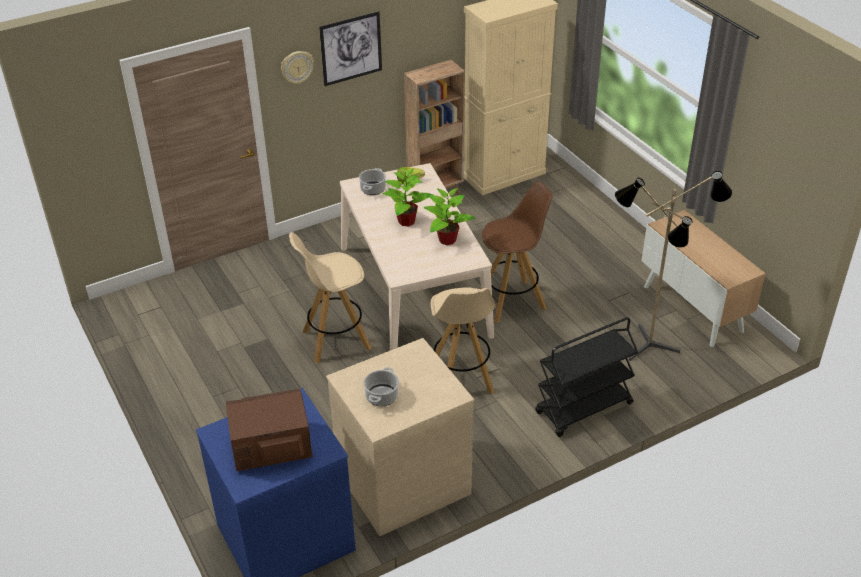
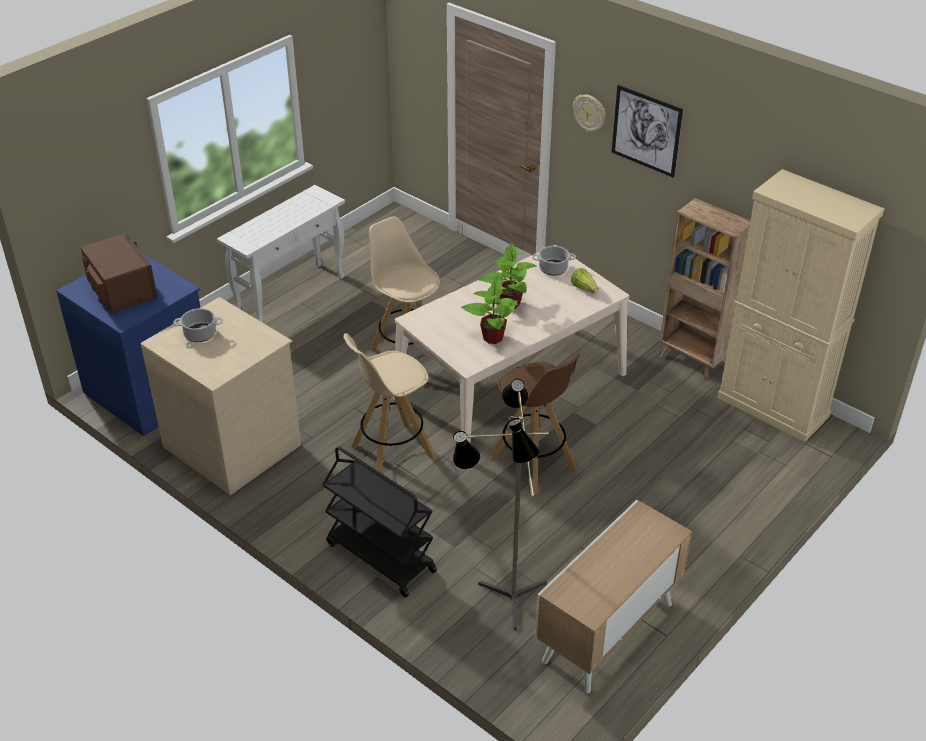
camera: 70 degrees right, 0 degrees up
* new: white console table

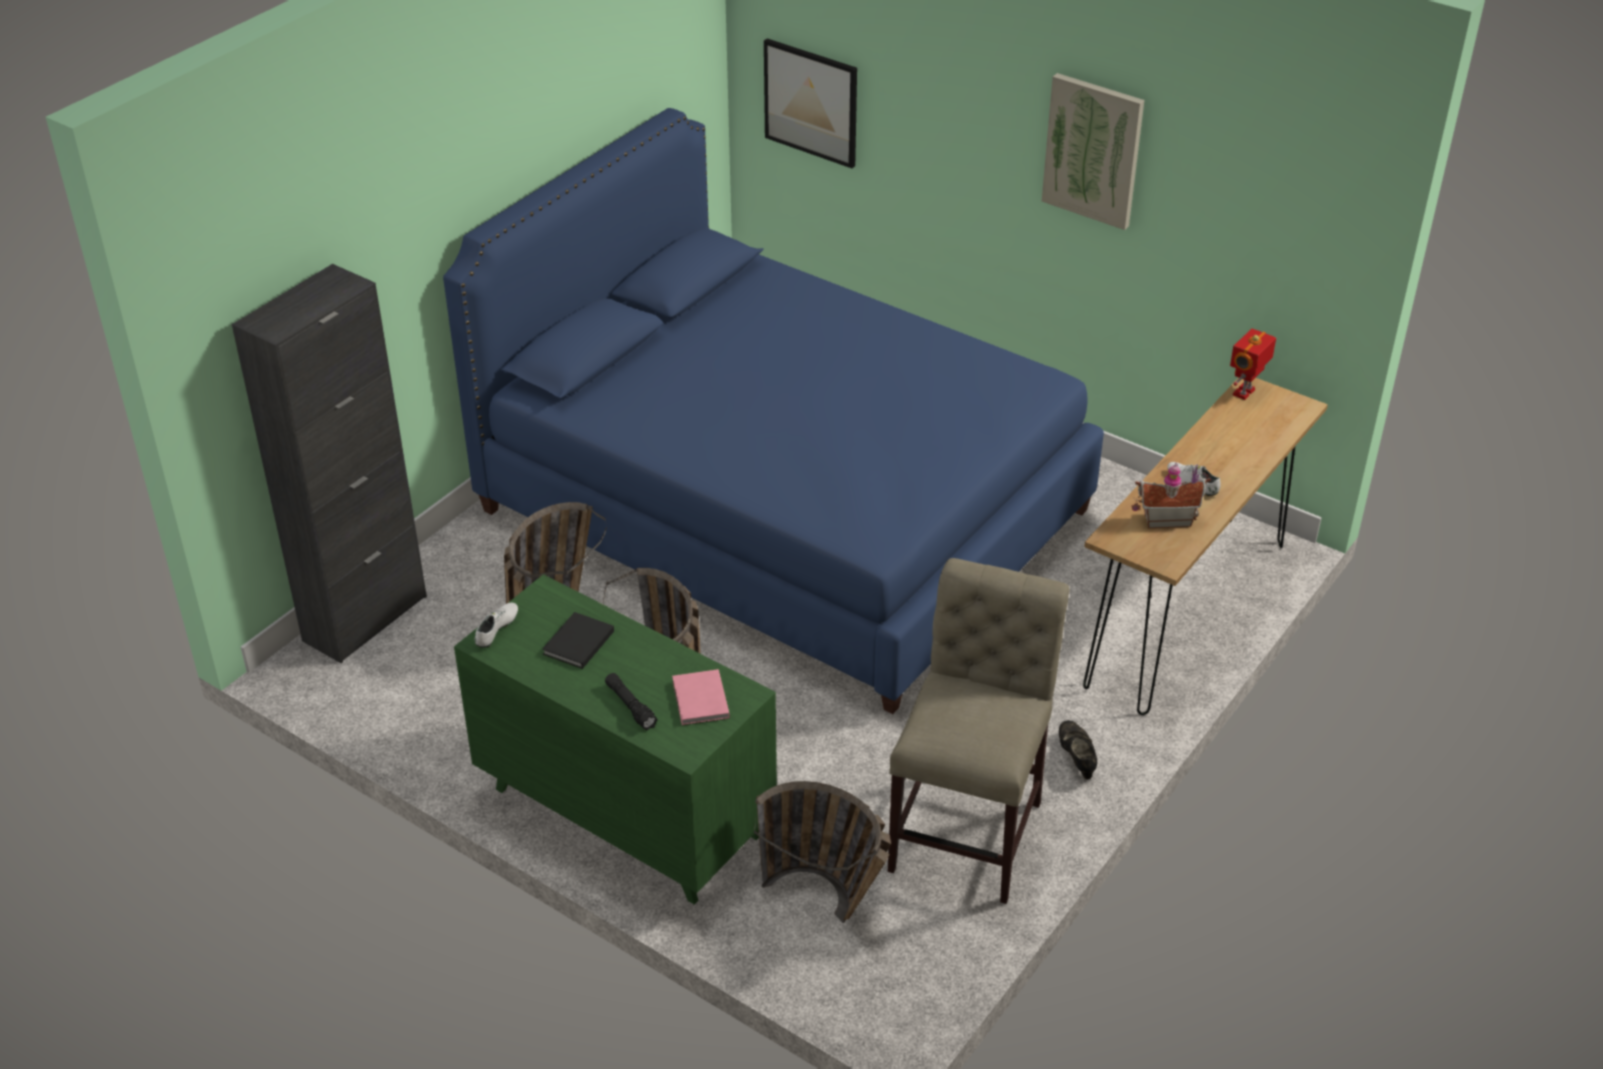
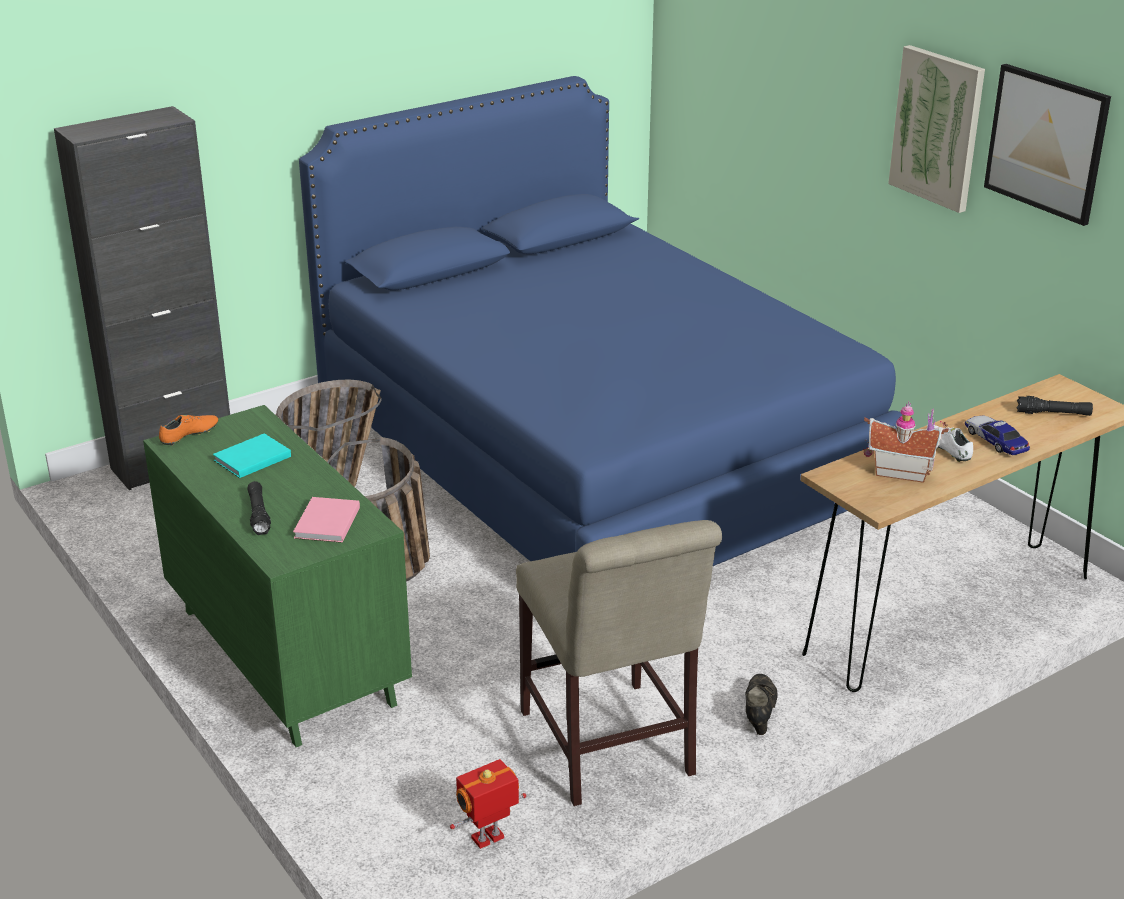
camera: 20 degrees right, 10 degrees down
* gone: household basket (no. 3 from left)
* new: miniature car
* new: blackish flashlight (no. 2 from left)
* shifted: wall art (no. 1 from left in the first image) to wall art (no. 2 from left)
* shifted: toy robot
* repainted: white item of footwear (no. 1 from left) to orange item of footwear
* repainted: blackish book to turquoise-coloured book
* rotated: beige upright chair 120 degrees clockwise

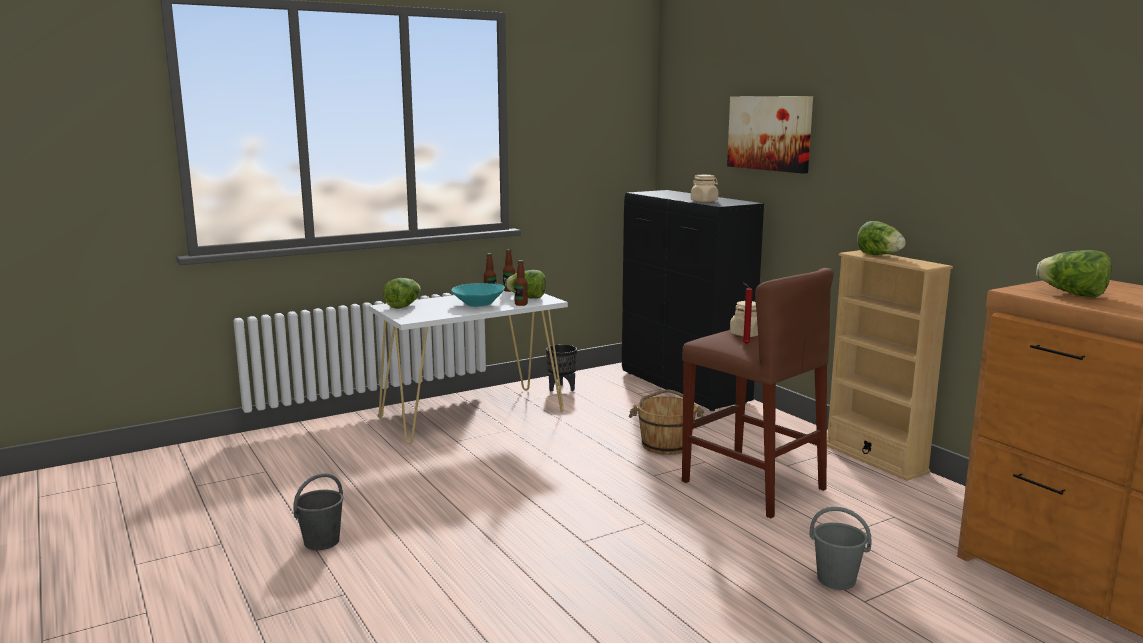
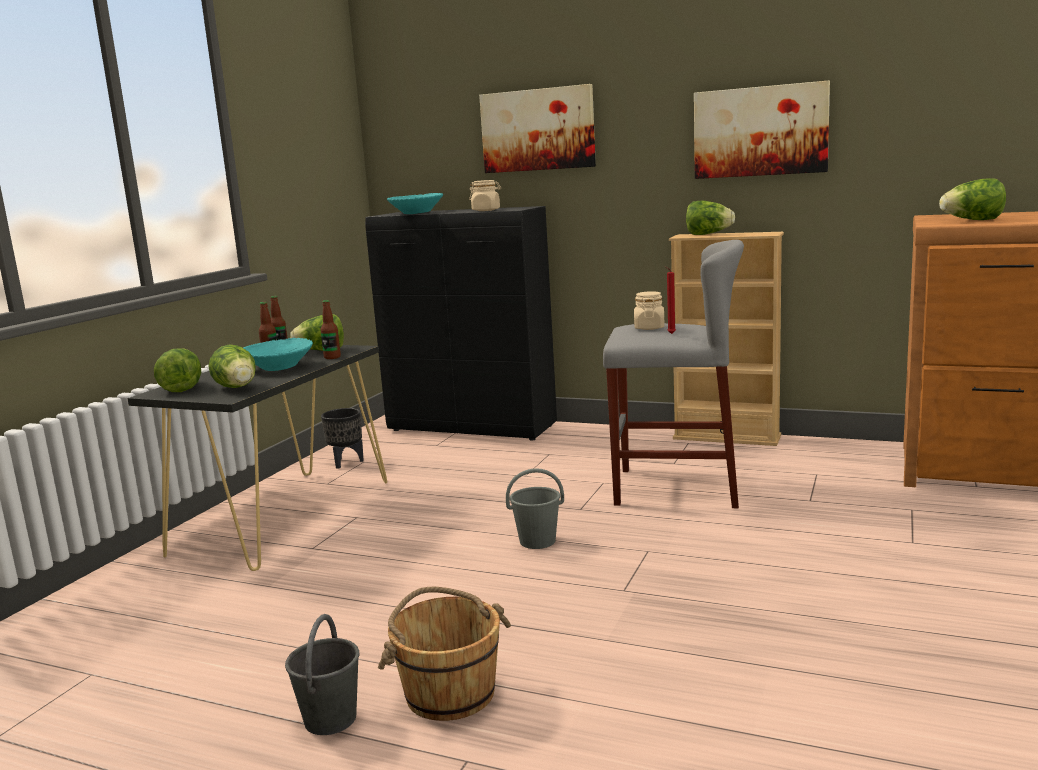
camera: 35 degrees left, 0 degrees up
* new: head of lettuce (no. 2 from left)
* new: turquoise-coloured deep dish (no. 2 from left)
* new: wall art (no. 2 from left)
* shifted: brown pail
* shifted: gray pail (no. 2 from left)
* repainted: white console table to blackish console table
* repainted: brown sitting stool to gray sitting stool

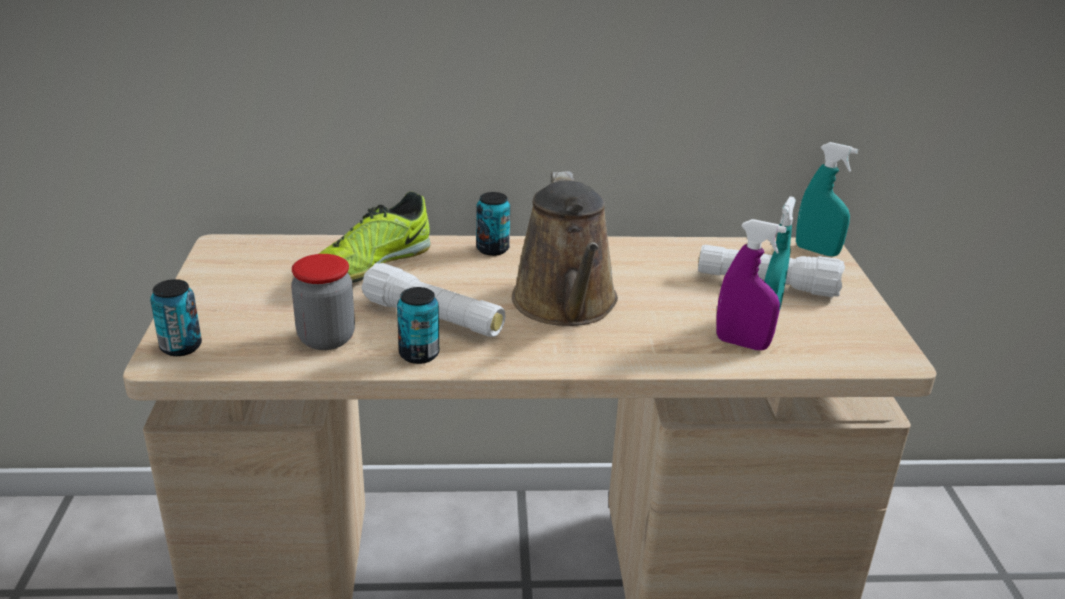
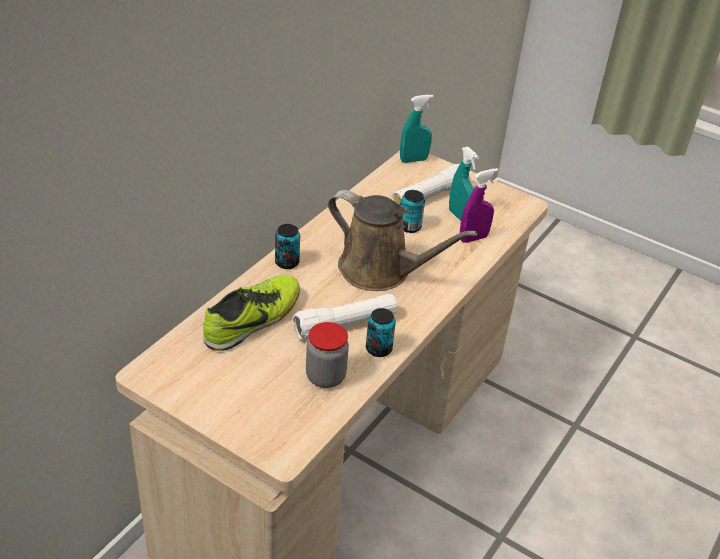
camera: 55 degrees left, 10 degrees up
* shifted: sealed can (no. 1 from left in the first image) to sealed can (no. 3 from left)
* rotated: item of footwear 120 degrees counterclockwise

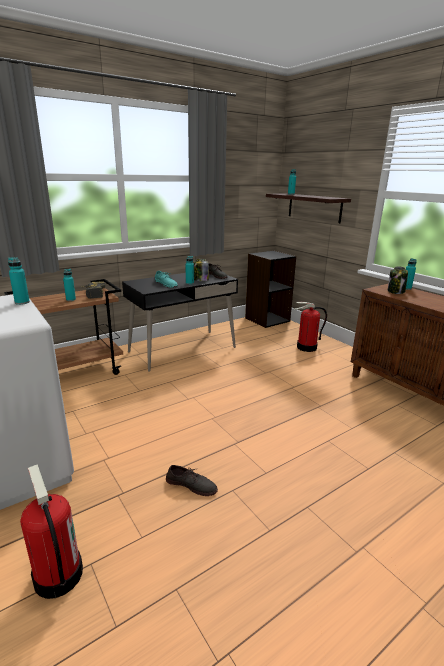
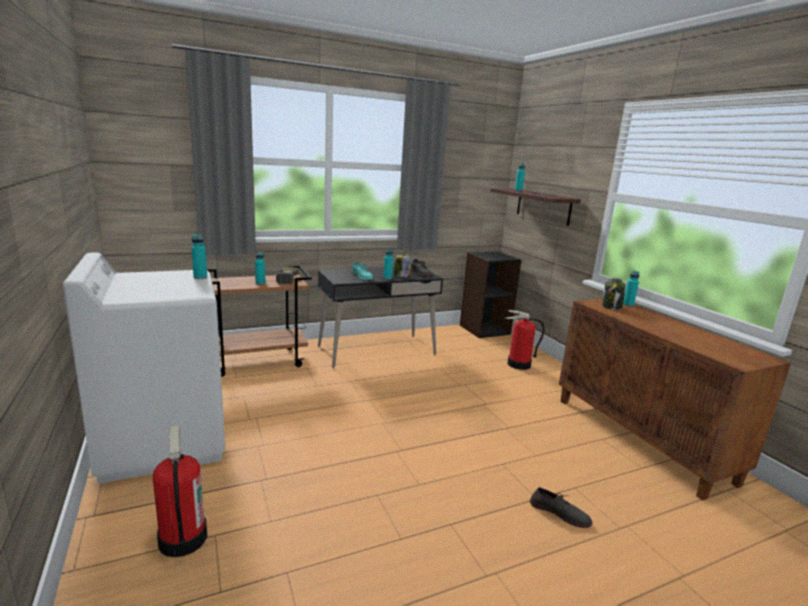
camera: 10 degrees right, 5 degrees down
* shifted: gray item of footwear (no. 1 from left in the first image) to gray item of footwear (no. 2 from left)

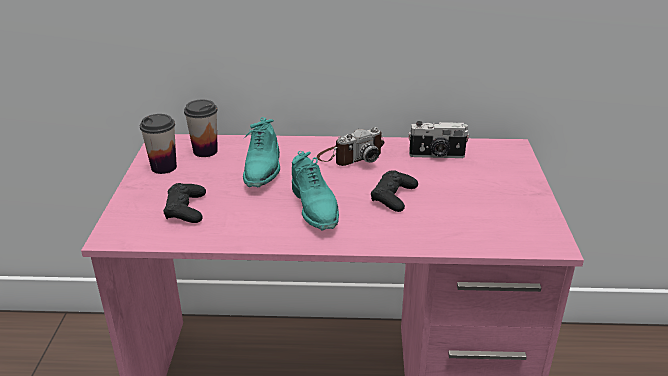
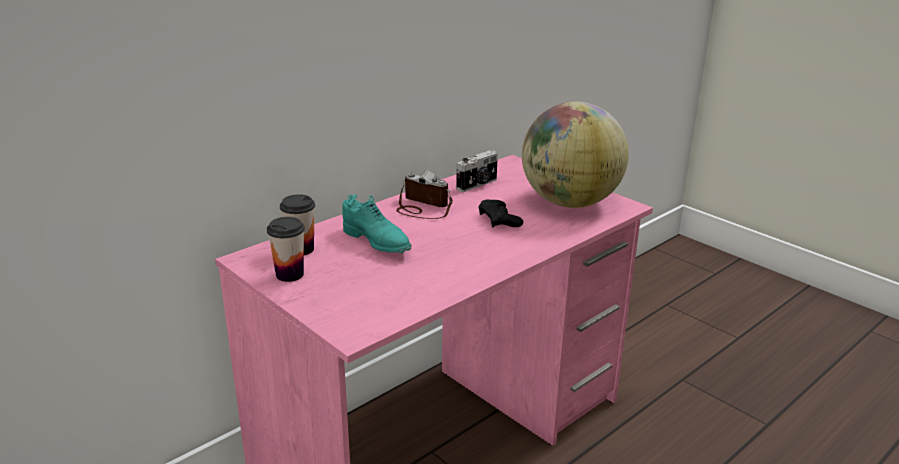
camera: 45 degrees left, 5 degrees down
* gone: blackish joypad (no. 1 from left)
* gone: turquoise-coloured item of footwear (no. 2 from left)
* new: globe
* rotated: photo camera (no. 1 from left) 75 degrees counterclockwise

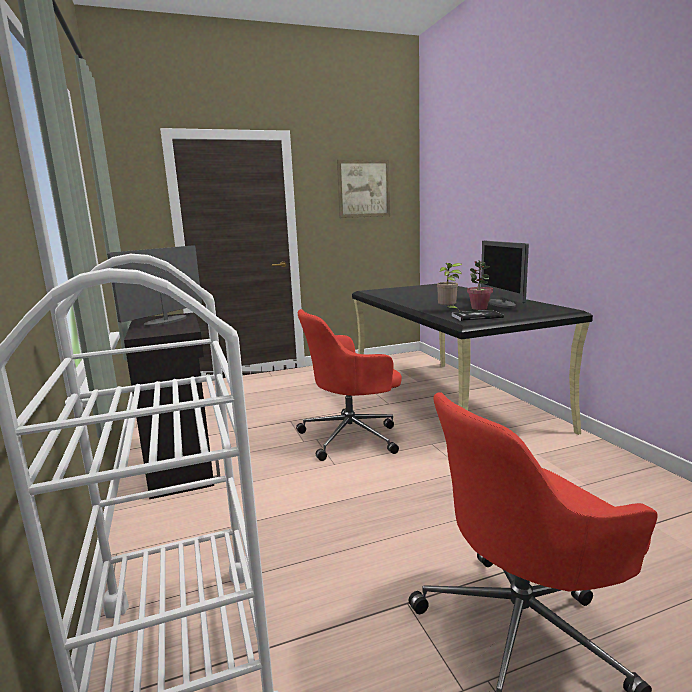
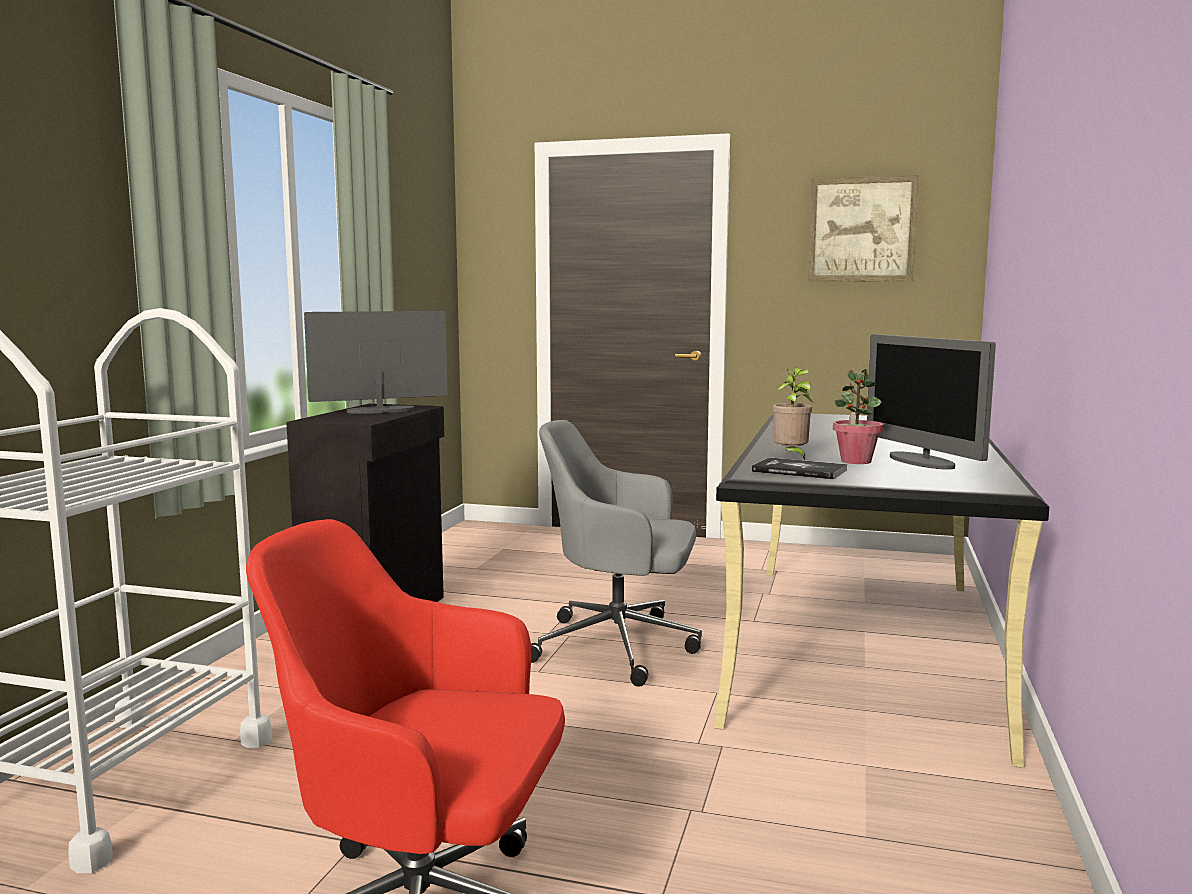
camera: 35 degrees right, 5 degrees down
* repainted: red desk chair (no. 1 from left) to gray desk chair
* rotated: monitor (no. 2 from left) 45 degrees counterclockwise

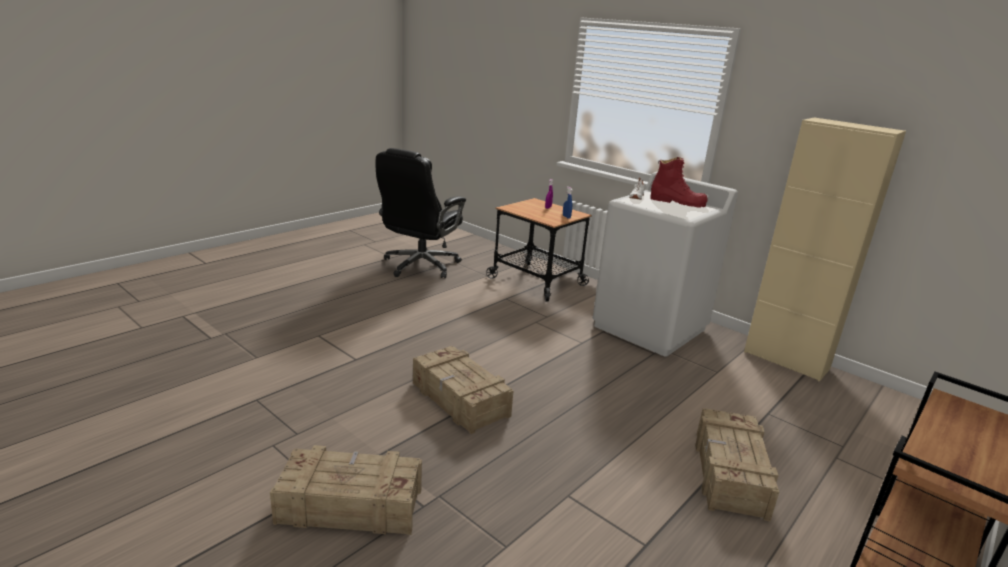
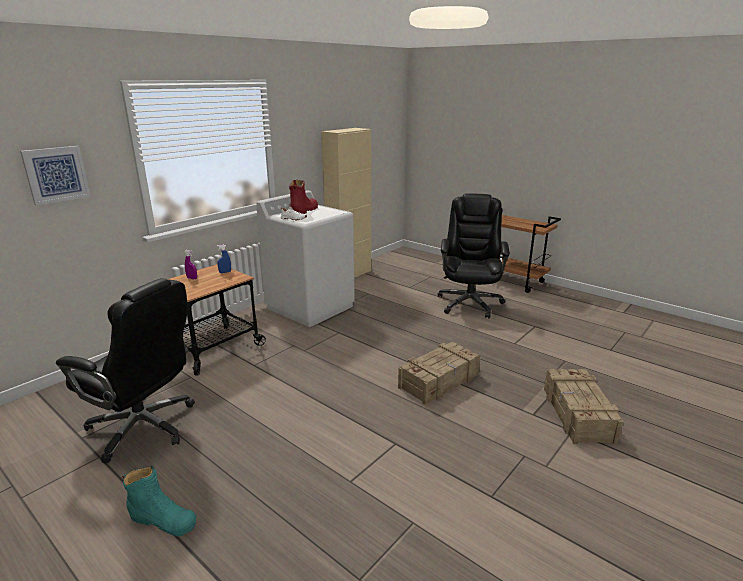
camera: 90 degrees left, 0 degrees up
* new: wall art
* new: turquoise-coloured tall boot
* swapped: crate (no. 3 from left) to blackish desk chair (no. 2 from left)

